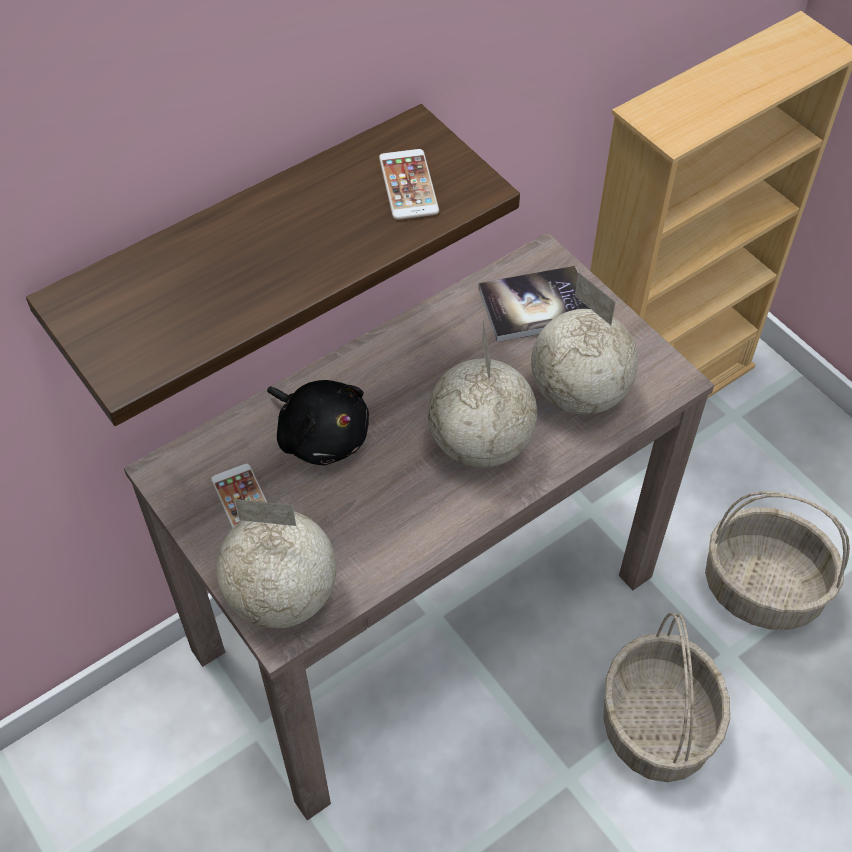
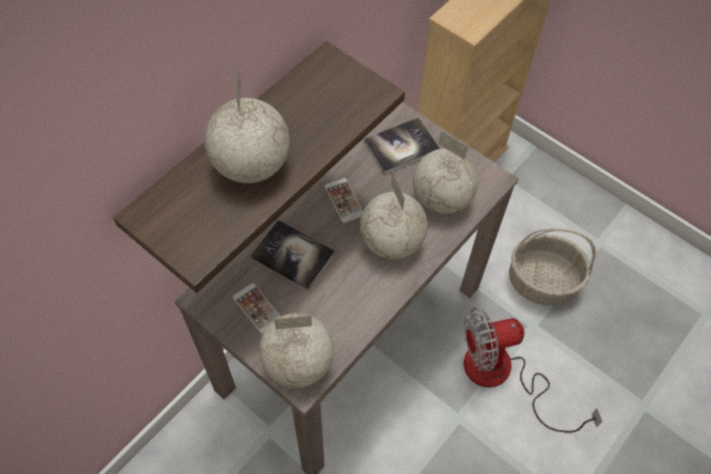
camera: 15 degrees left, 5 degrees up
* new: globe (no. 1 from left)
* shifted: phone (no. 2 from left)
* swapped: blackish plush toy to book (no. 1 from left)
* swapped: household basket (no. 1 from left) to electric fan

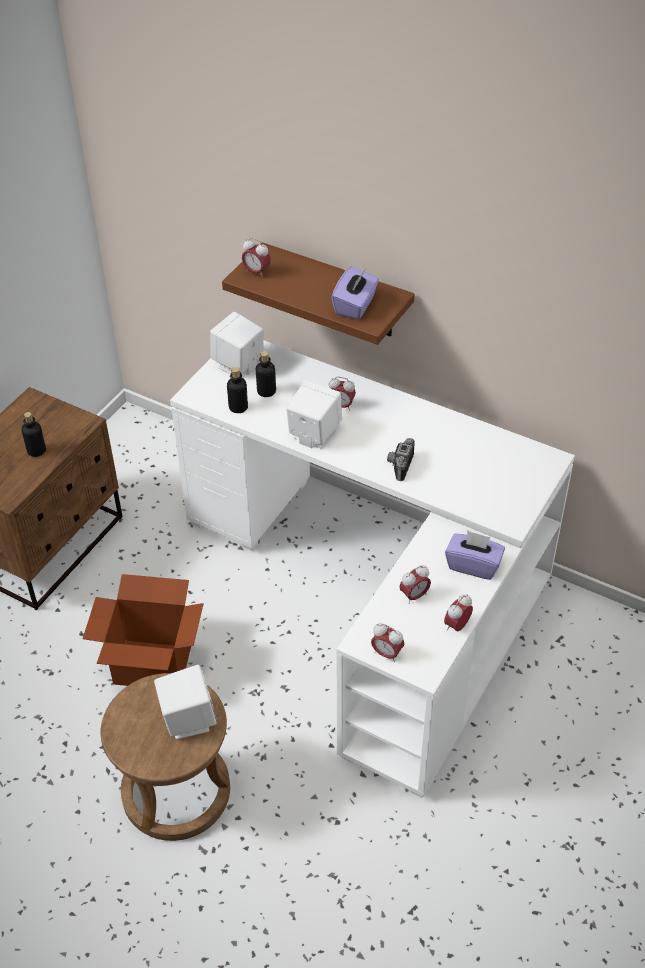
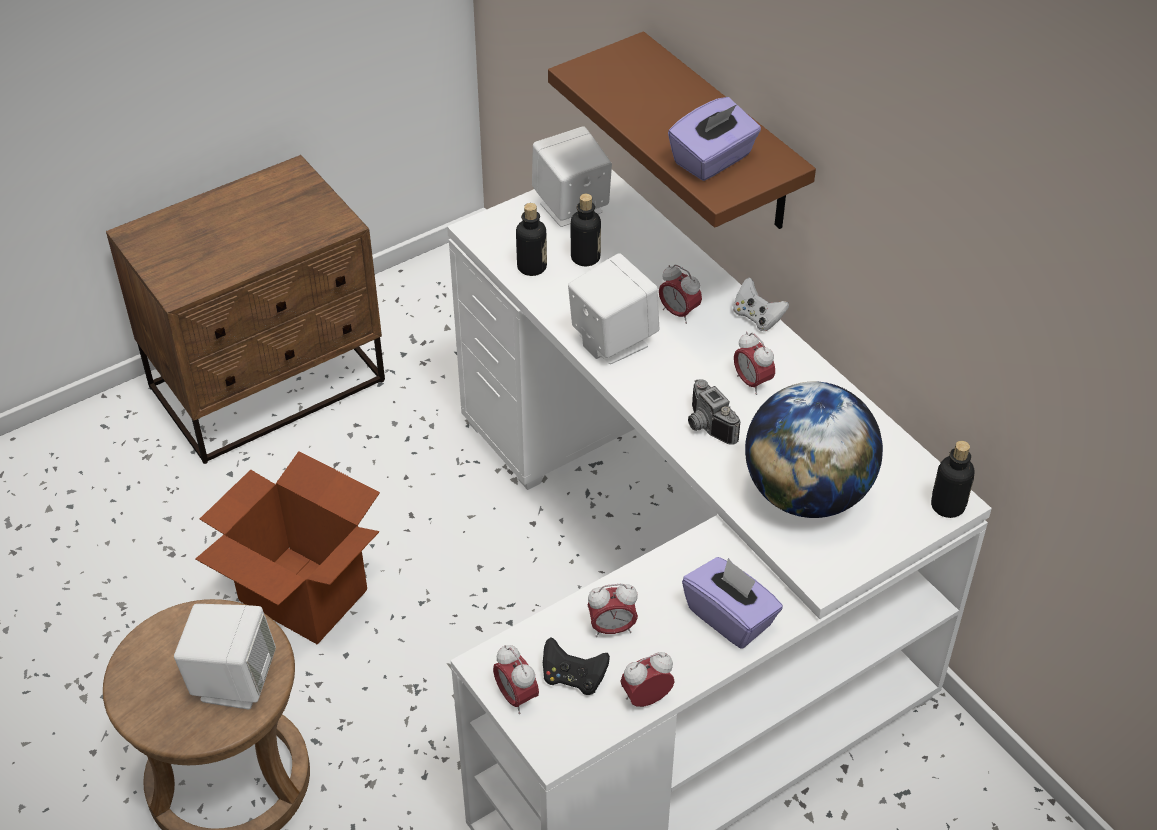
camera: 25 degrees right, 0 degrees up
* new: blackish joypad
* new: white joypad
* new: globe
* shifted: bottle (no. 1 from left in the first image) to bottle (no. 3 from left)
* shifted: table clock (no. 1 from left in the first image) to table clock (no. 5 from left)
* rotated: photo camera 75 degrees counterclockwise

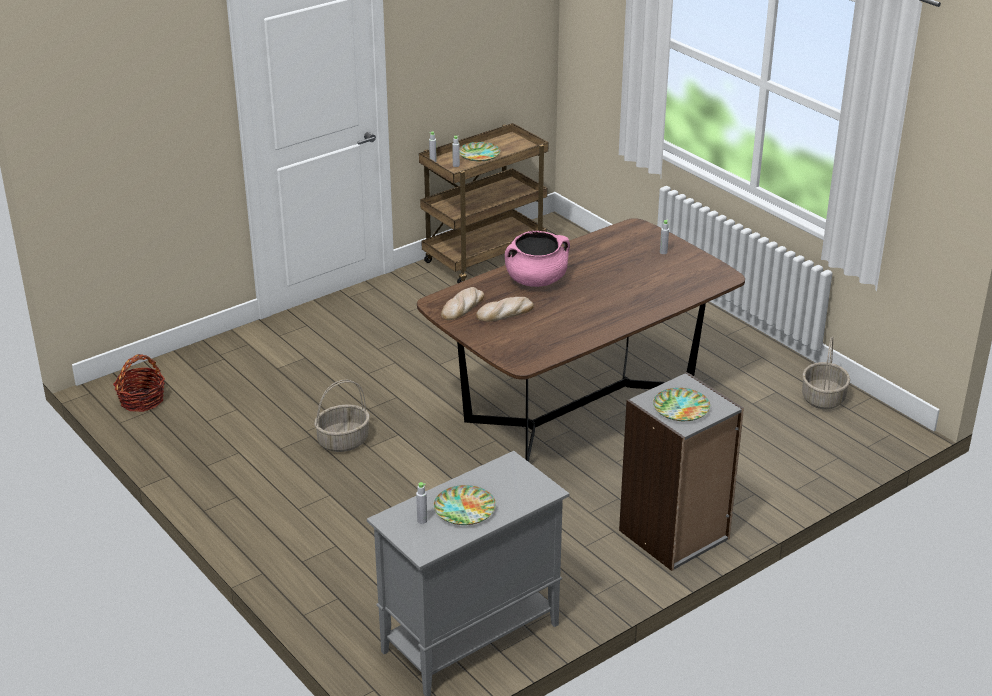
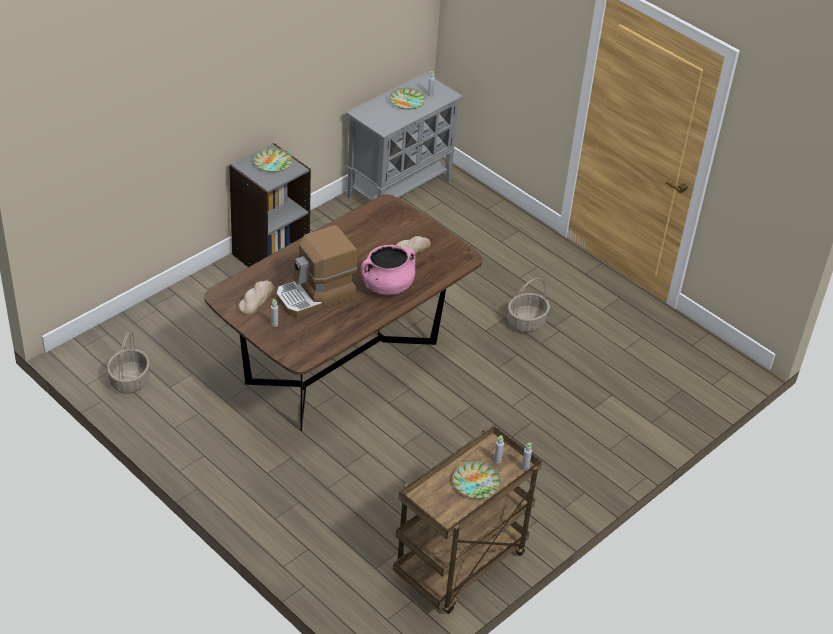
camera: 170 degrees right, 10 degrees up
* gone: household basket (no. 1 from left)
* new: coffee maker
* shifted: baked bread (no. 1 from left)

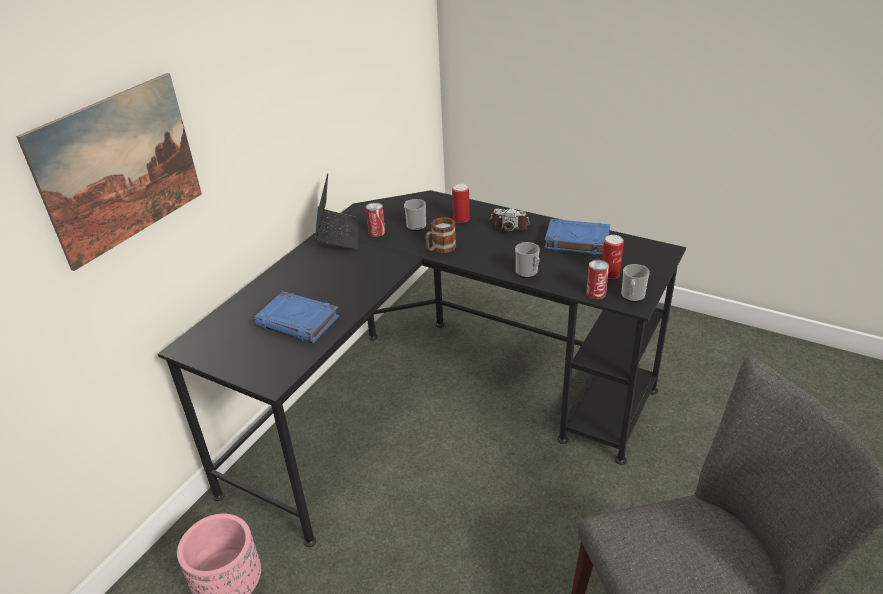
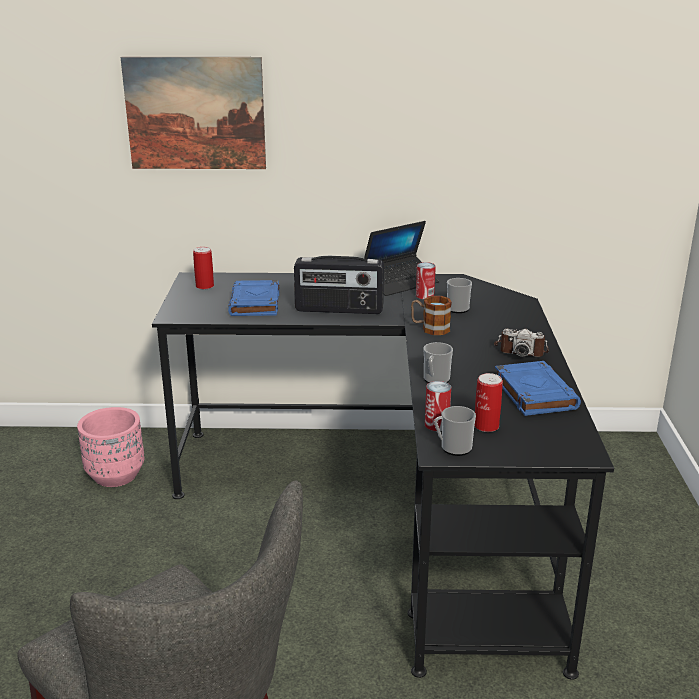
camera: 60 degrees right, 10 degrees down
* new: radio receiver
* shifted: sealed can (no. 2 from left in the first image) to sealed can (no. 1 from left)
* rotated: photo camera 60 degrees counterclockwise

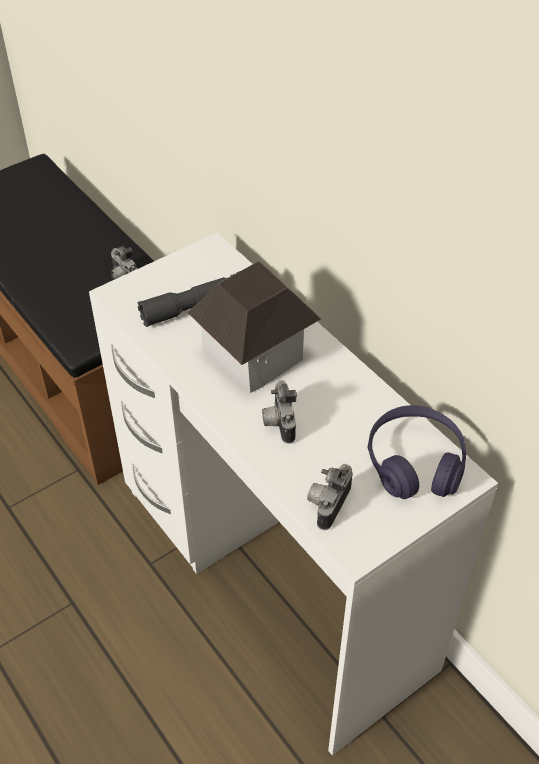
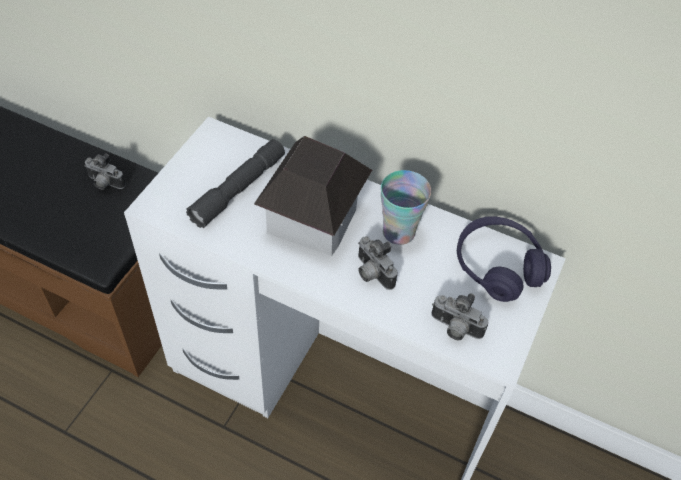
camera: 30 degrees left, 5 degrees up
* new: cup
* rotated: photo camera (no. 3 from left) 60 degrees counterclockwise

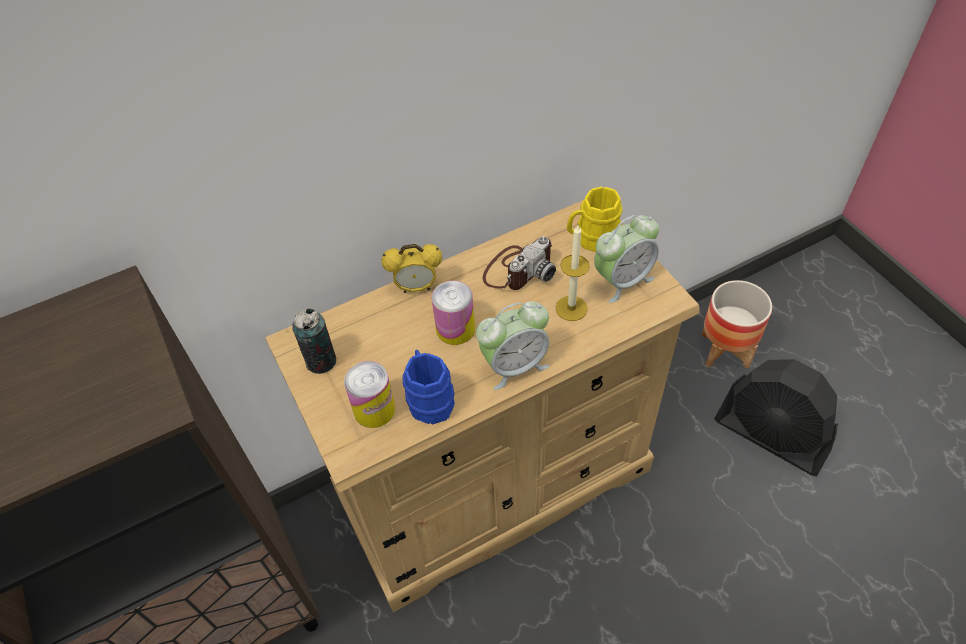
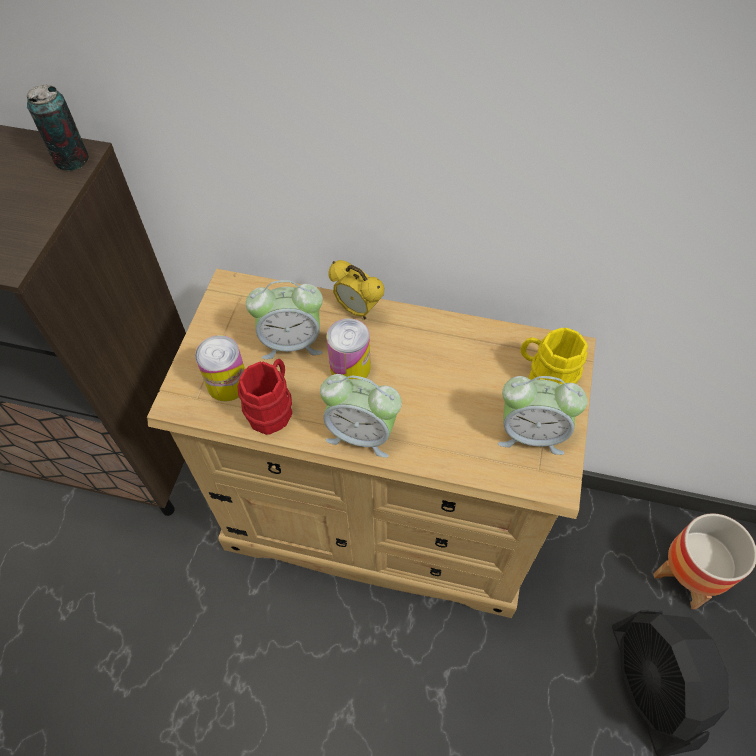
camera: 40 degrees right, 5 degrees up
* gone: photo camera
* gone: wax light
* new: table clock (no. 1 from left)
* shifted: sealed can (no. 1 from left)
* repainted: blue tea mug to red tea mug

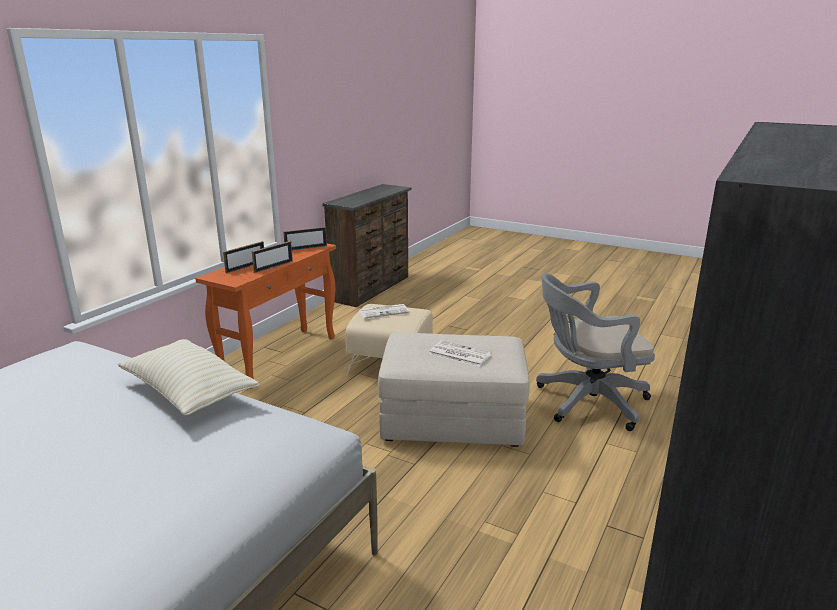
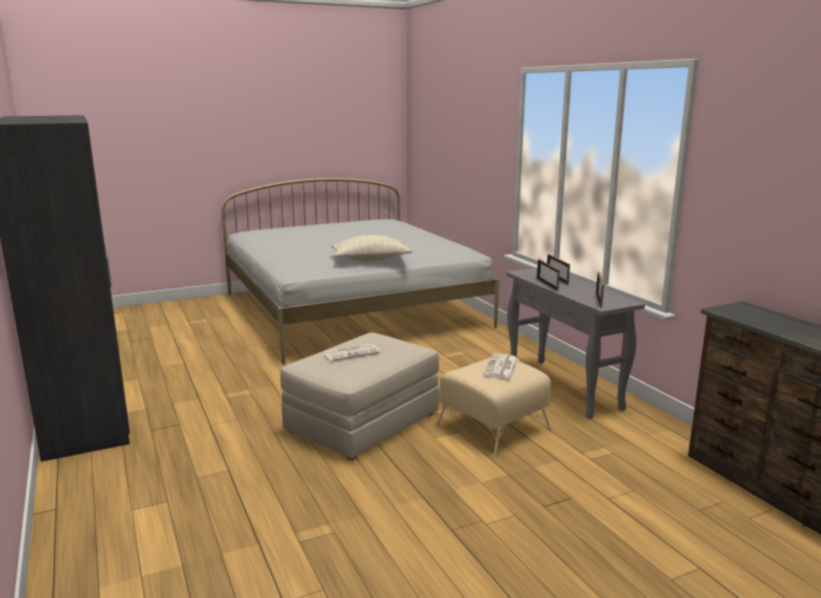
camera: 125 degrees right, 5 degrees down
* gone: gray desk chair
* repainted: orange console table to gray console table

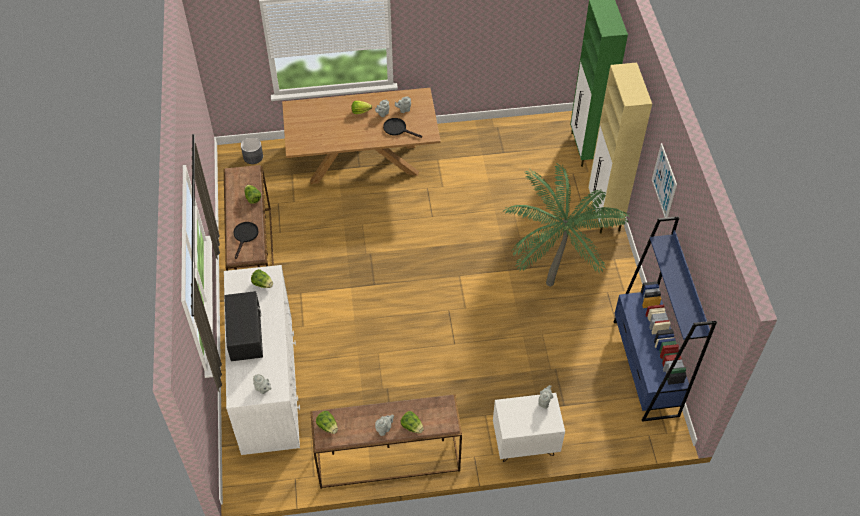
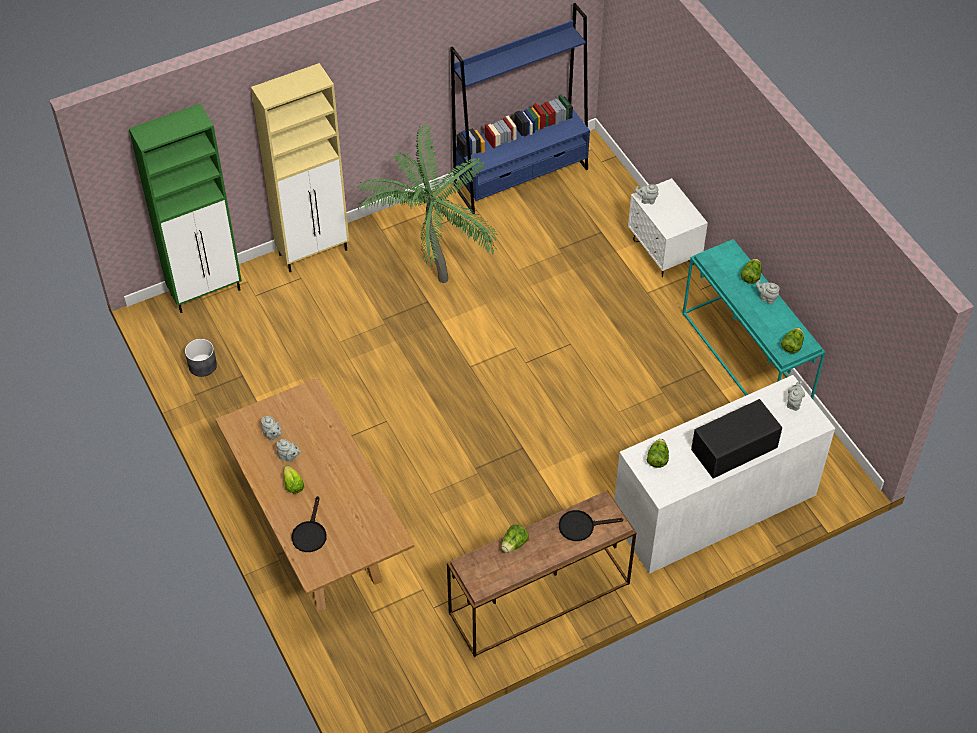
camera: 110 degrees left, 0 degrees up
* gone: wall art
* shifted: gray plant pot
* shifted: blackish frying pan (no. 2 from left in the first image) to blackish frying pan (no. 1 from left)
* repainted: brown console table (no. 2 from left) to turquoise-coloured console table

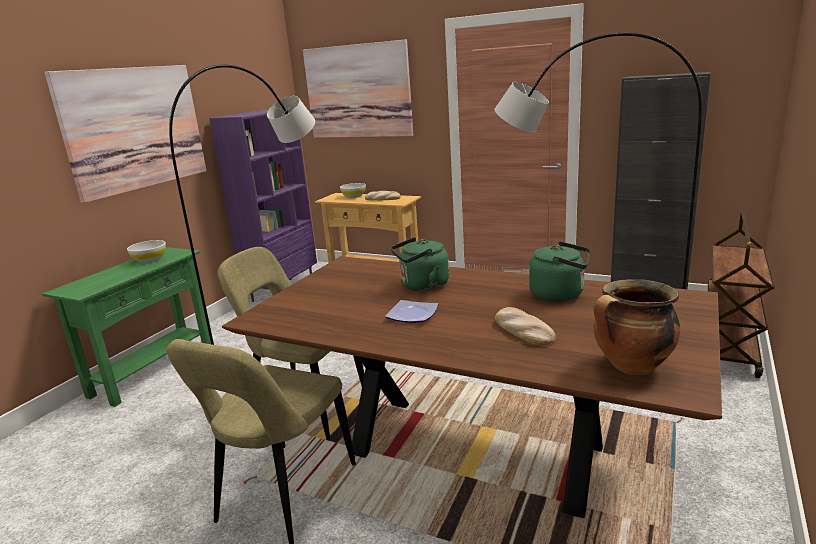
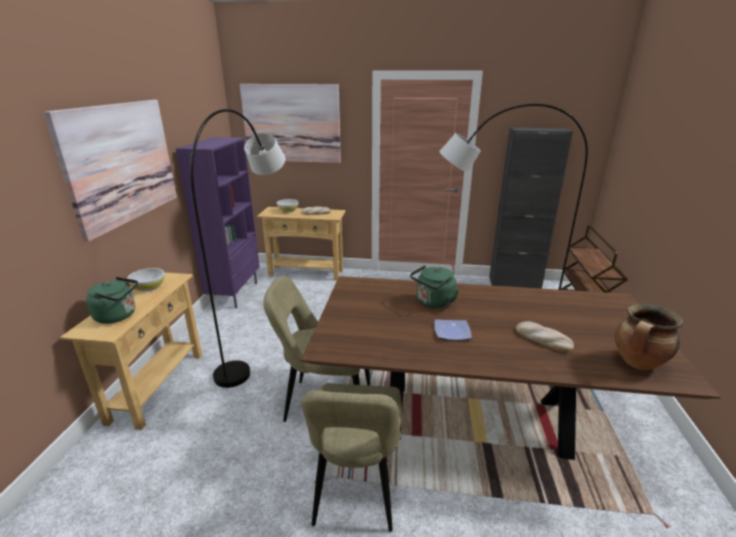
camera: 20 degrees left, 5 degrees up
* shifted: green-coloured kettle (no. 2 from left in the first image) to green-coloured kettle (no. 1 from left)
* repainted: green-coloured console table to beige console table (no. 1 from left)

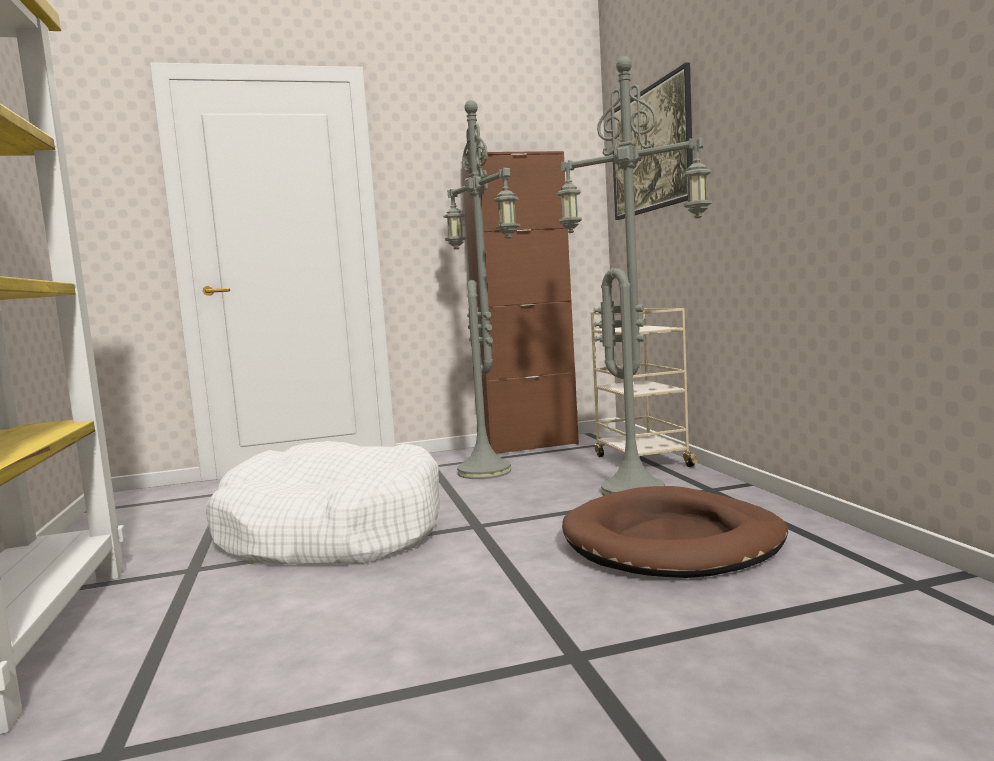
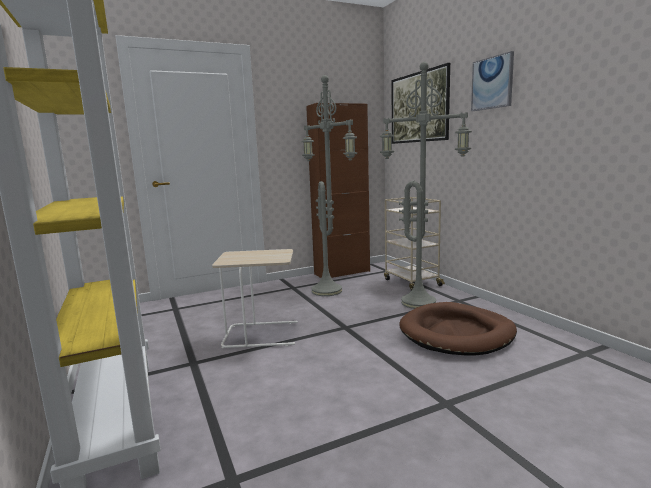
camera: 10 degrees left, 5 degrees up
* new: wall art (no. 2 from left)
* swapped: white dog bed to beige side table

